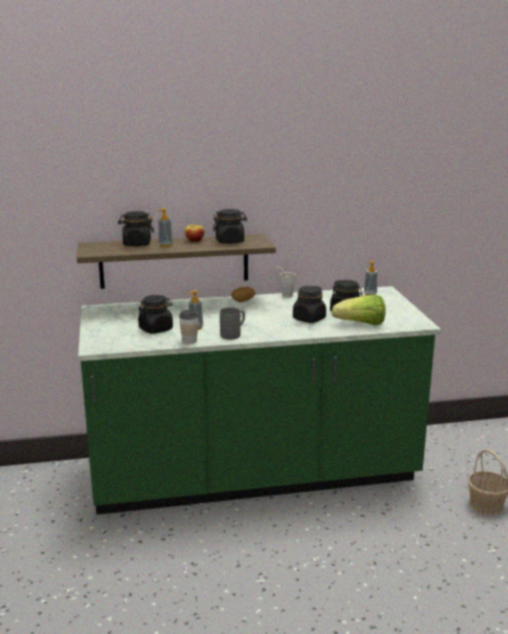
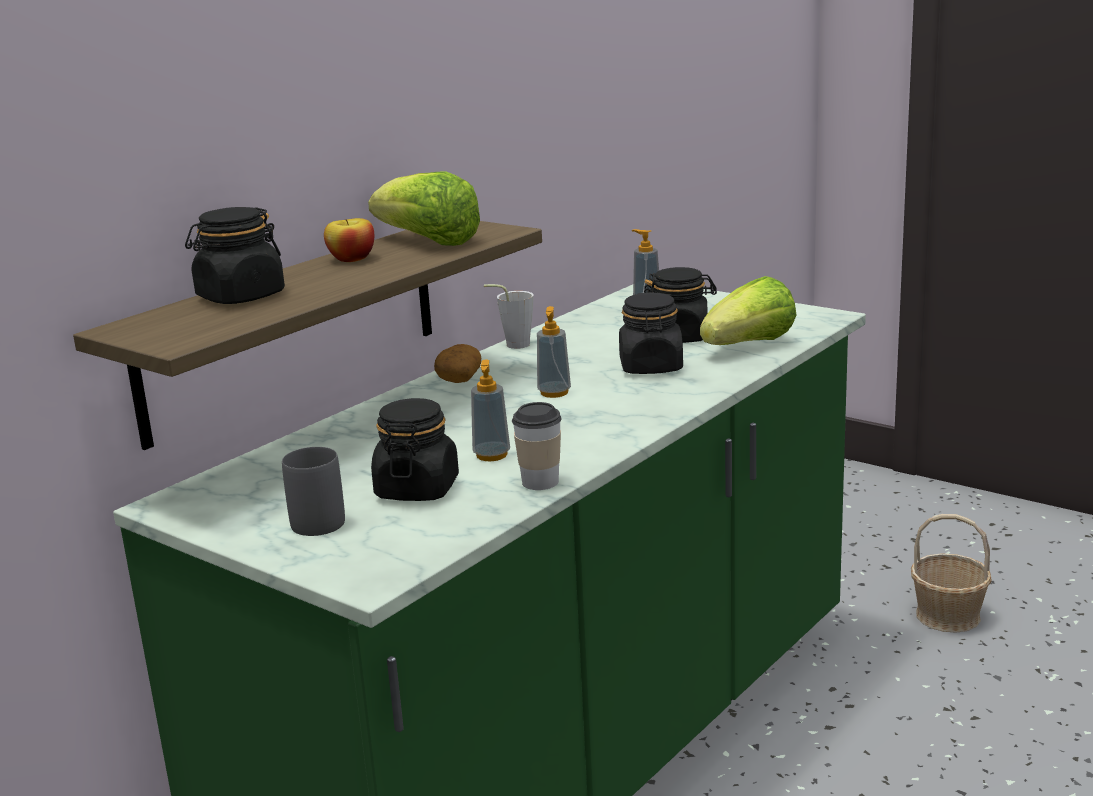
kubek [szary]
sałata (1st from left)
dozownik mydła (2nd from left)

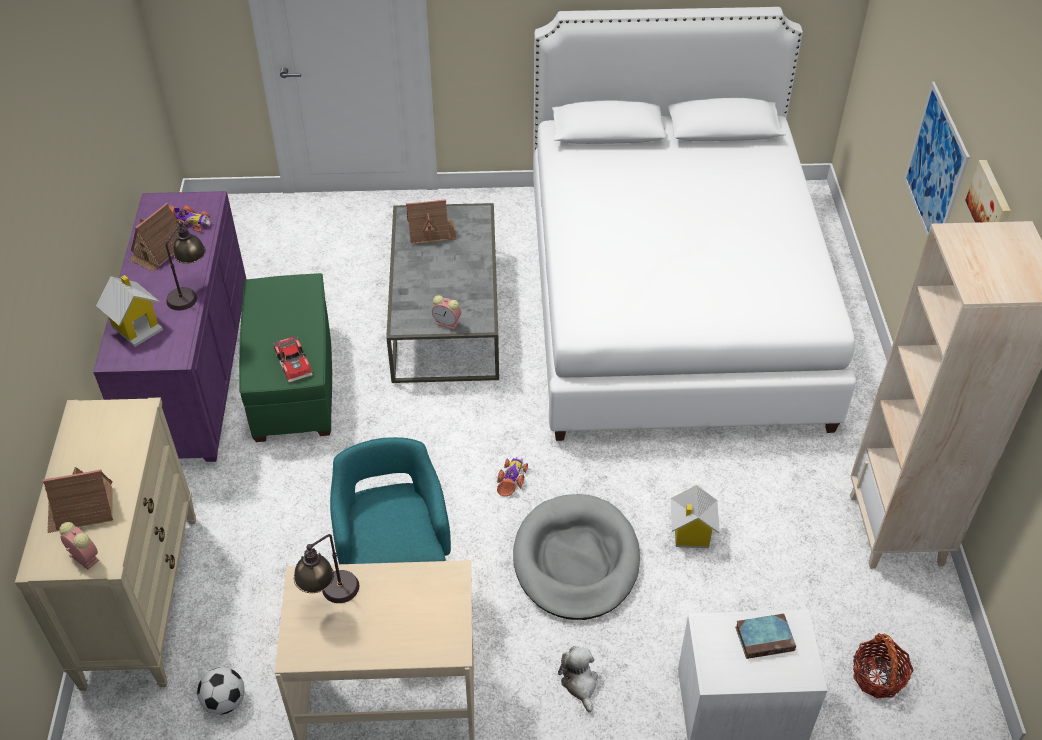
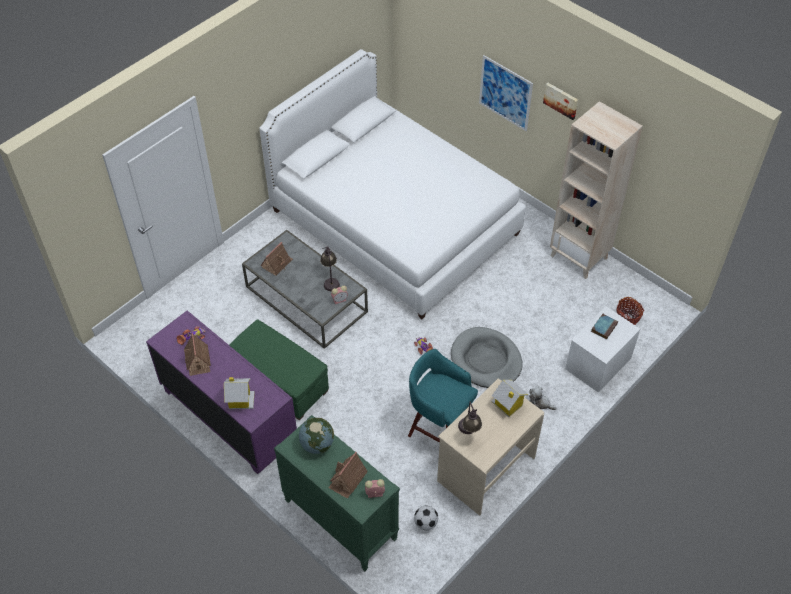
komoda [zielony]
globus
lampa stołowa (1st from left)
domek (5th from left)
samochodzik (2nd from left in the first image)

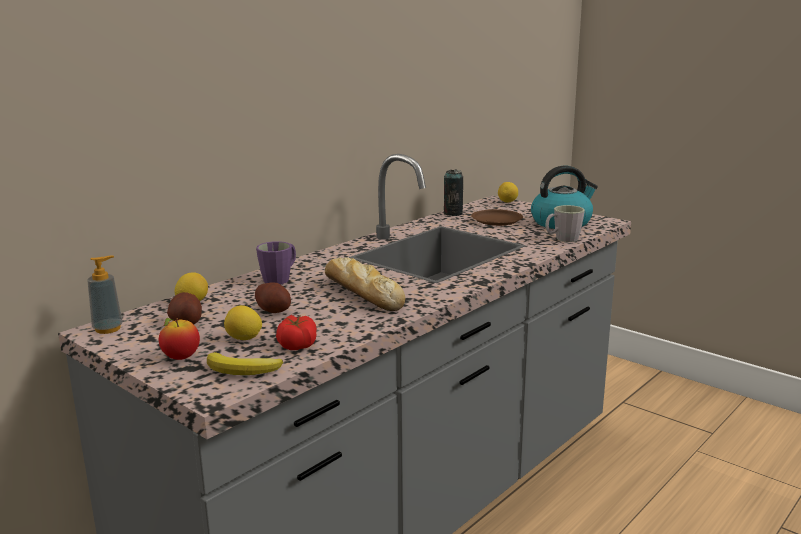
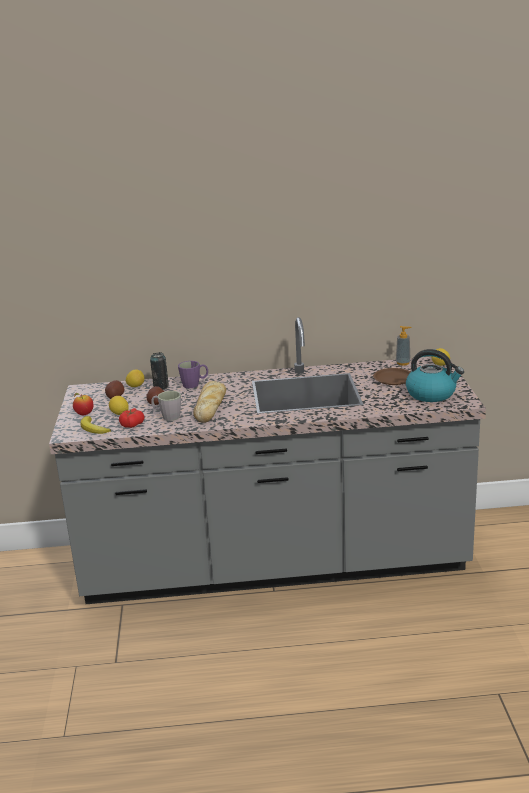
puszka
kubek [szary]
dozownik mydła

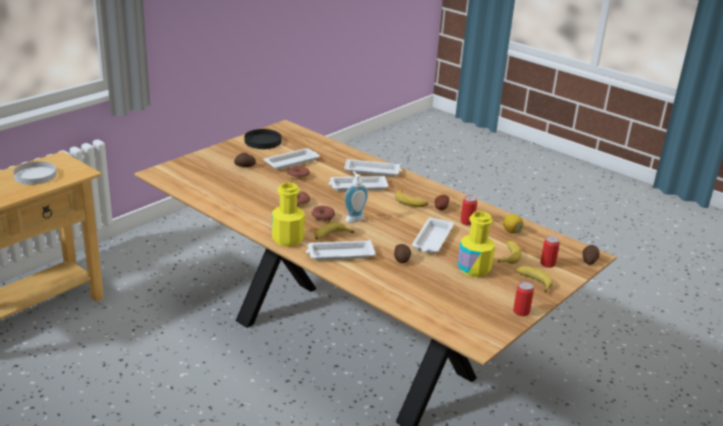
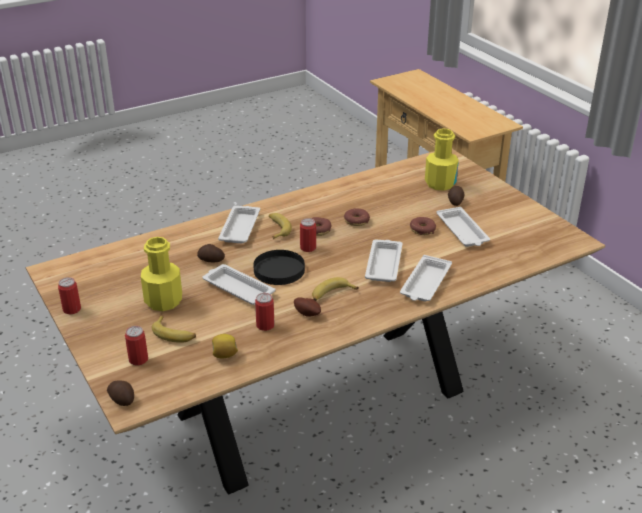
talerz [czarny]
puszka (4th from left)
butelka [żółty] (2nd from left)
talerz [biały]
banan (4th from left in the first image)

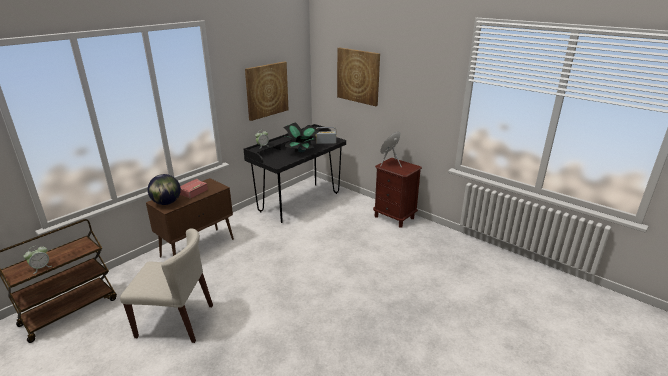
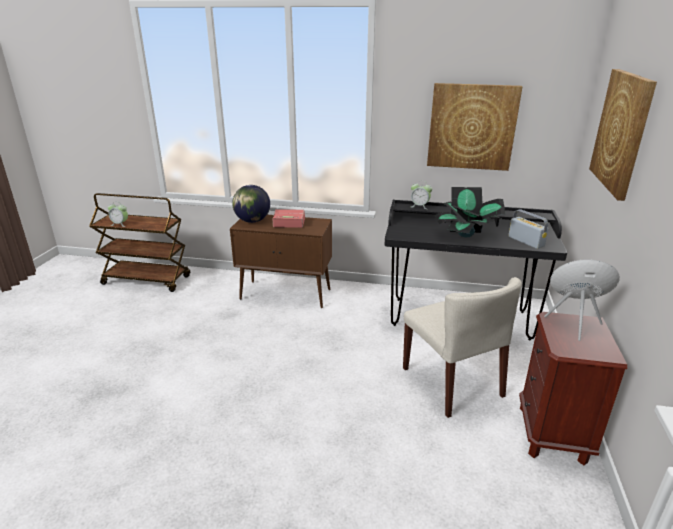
krzesło [beżowy]

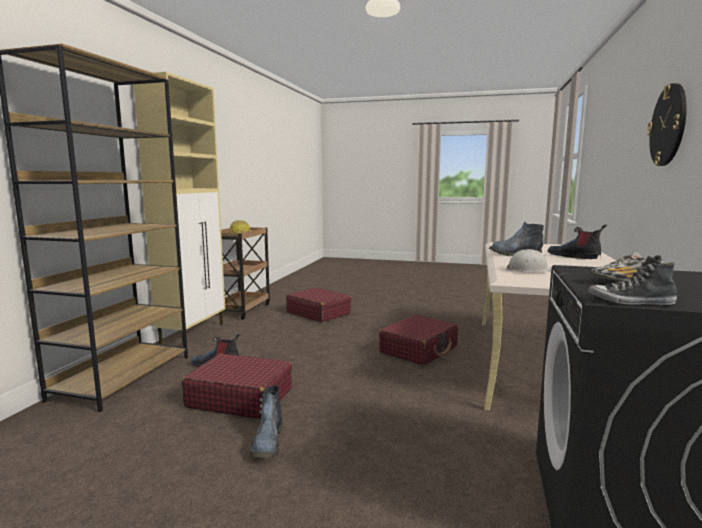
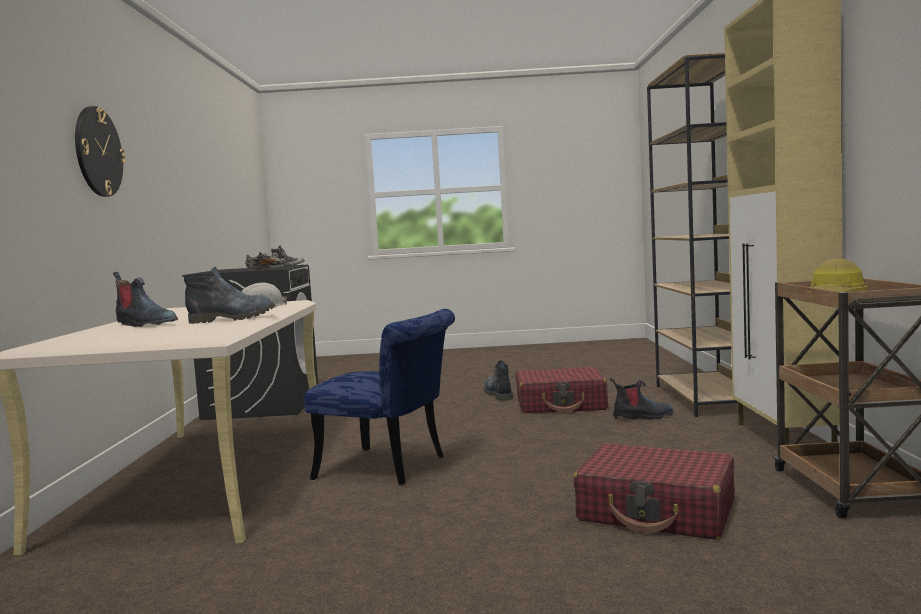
krzesło [niebieski]

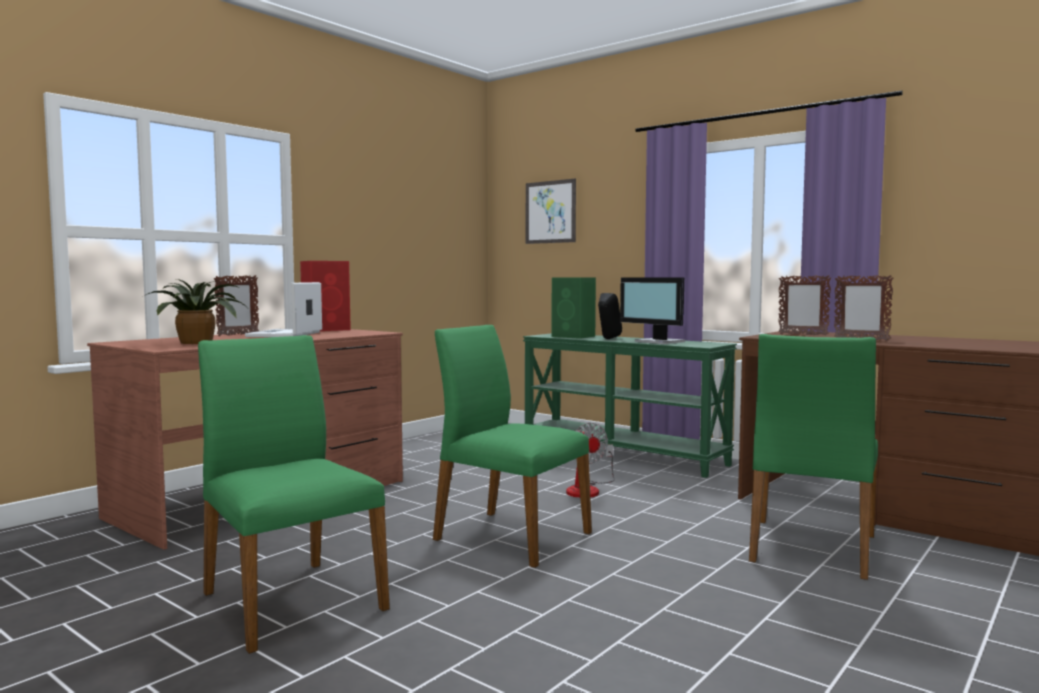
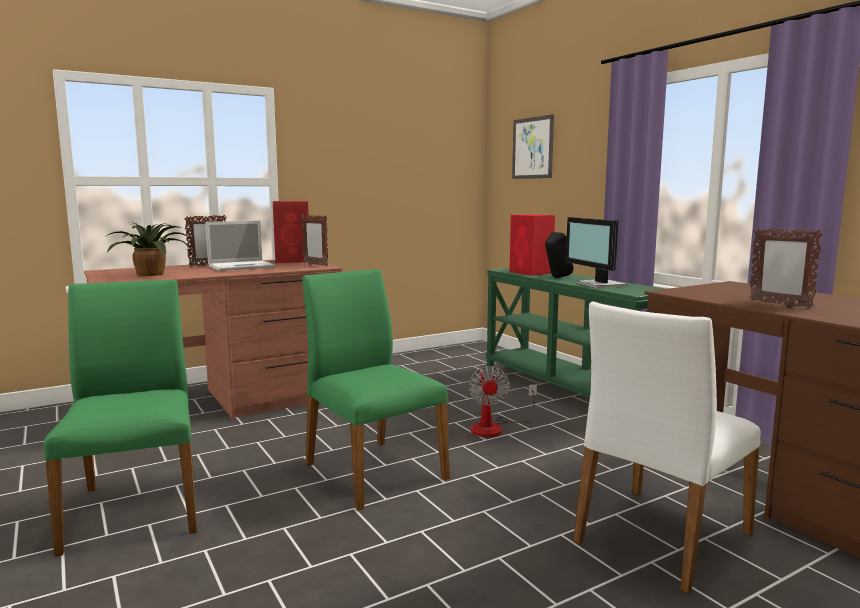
laptop
ramka na zdjęcie (2nd from left)
głośnik [czerwony] (2nd from left)
krzesło [biały]

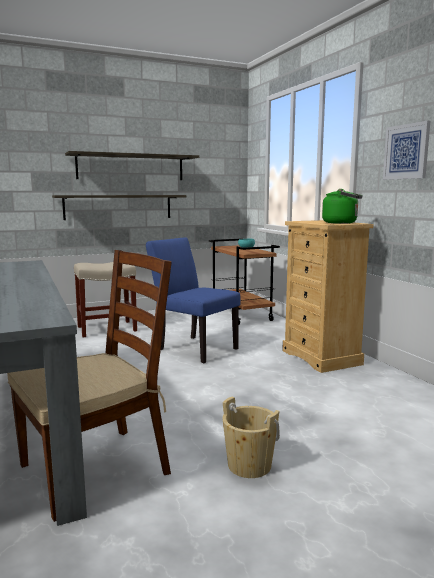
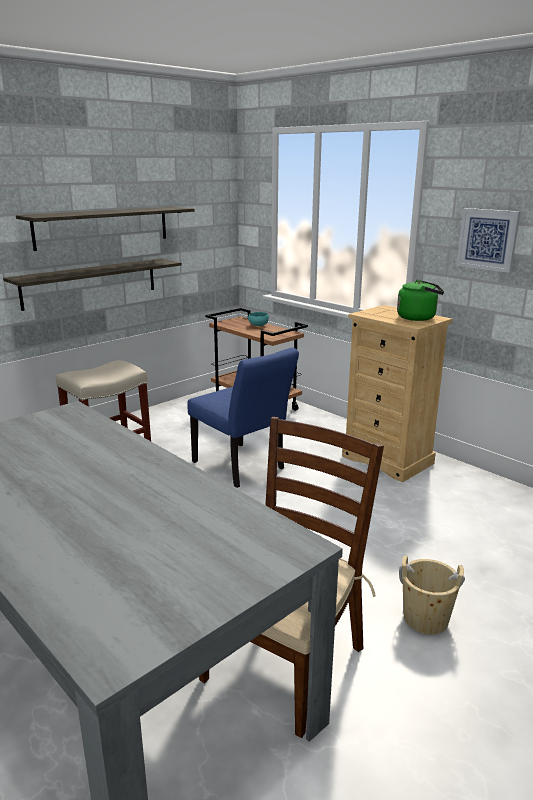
krzesło [niebieski]

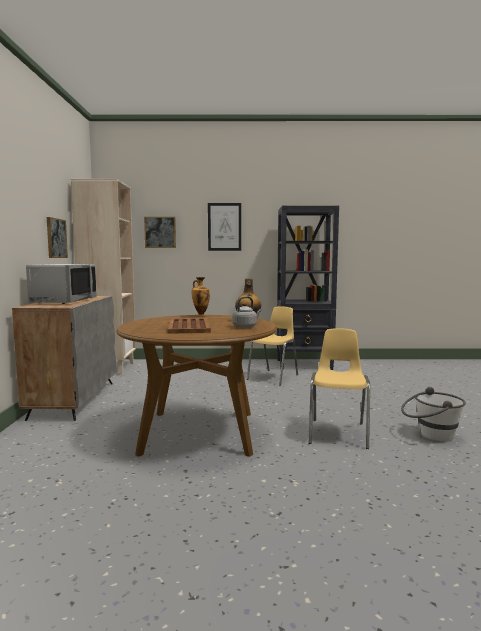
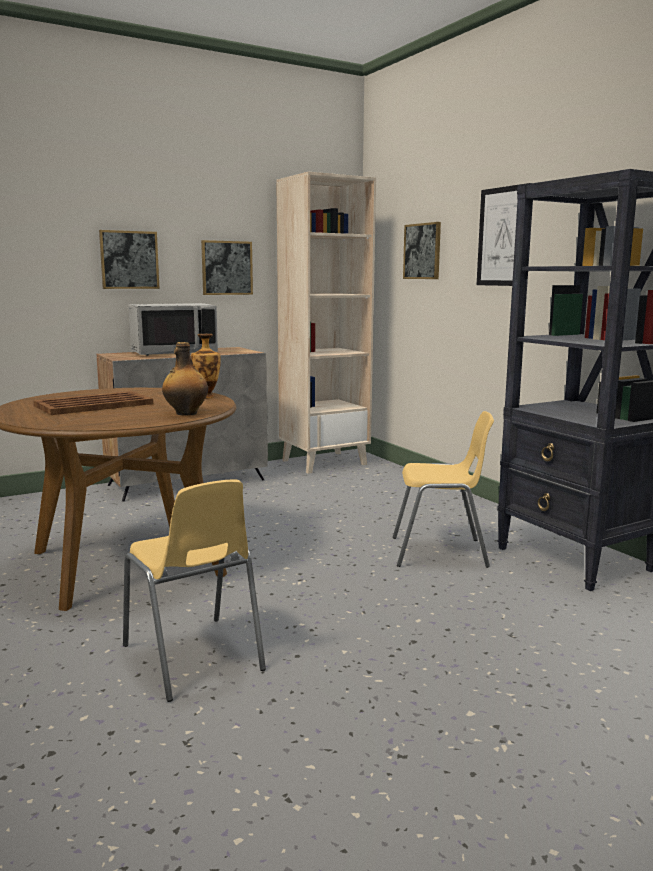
obraz (1st from left)
krzesło [żółty] (1st from left)
czajnik [szary]
wiadro [biały]

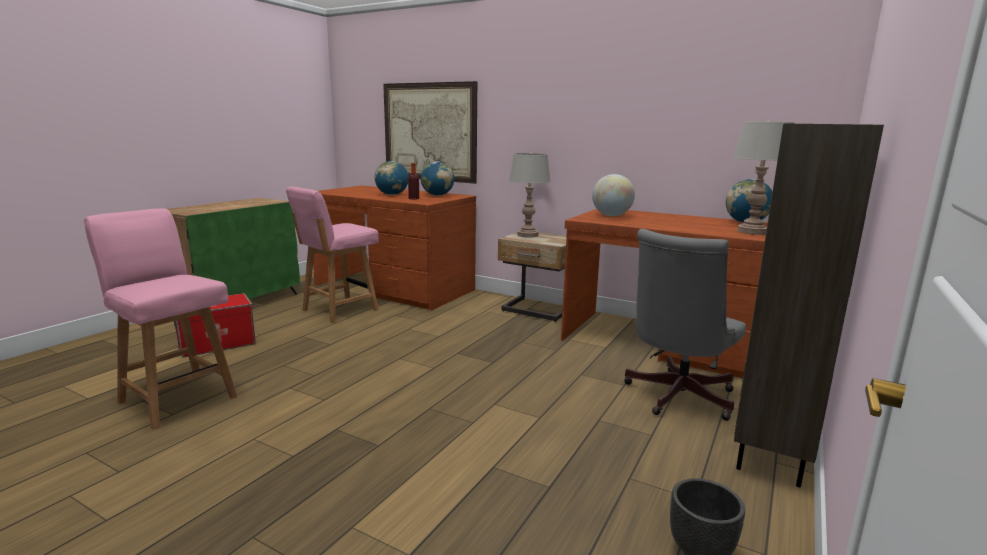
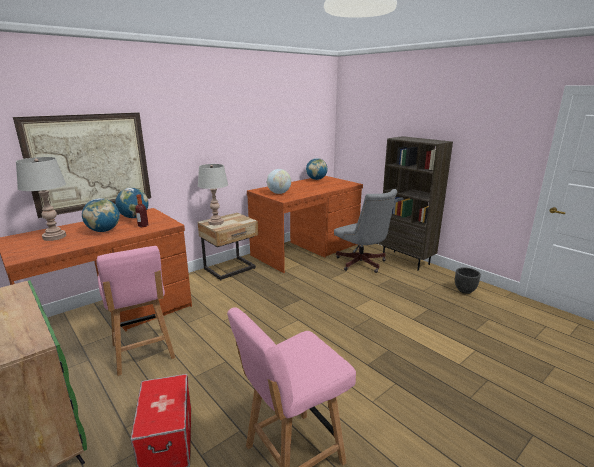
lampa stołowa [szary] (1st from left)

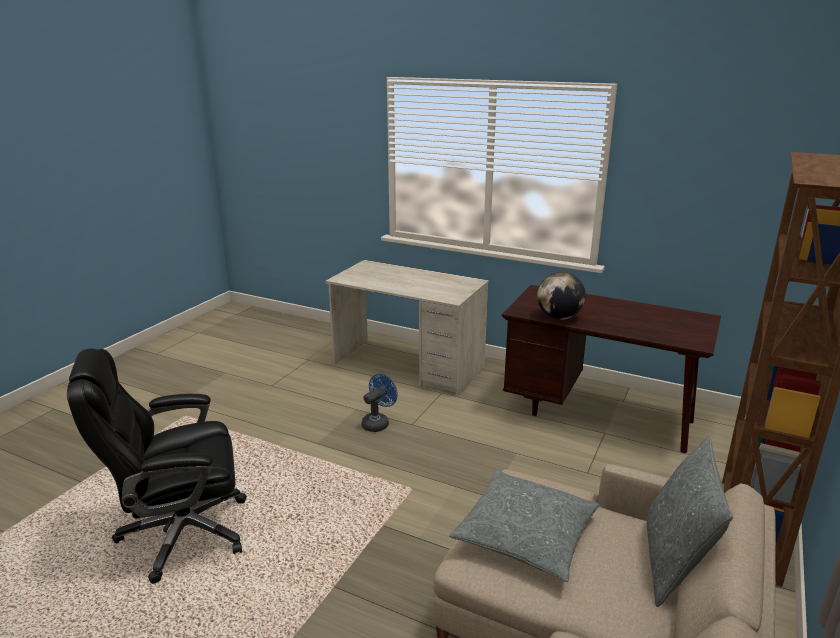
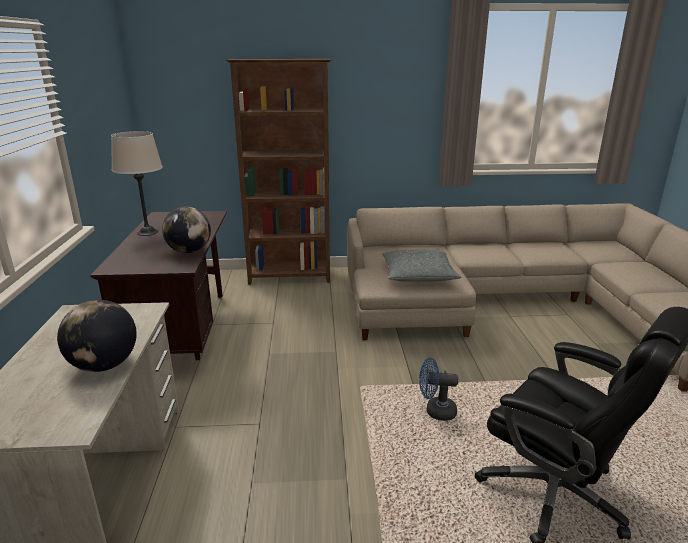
globus (1st from left)
lampa stołowa [beżowy]
wentylator [niebieski]
poduszka [szary] (2nd from left in the first image)

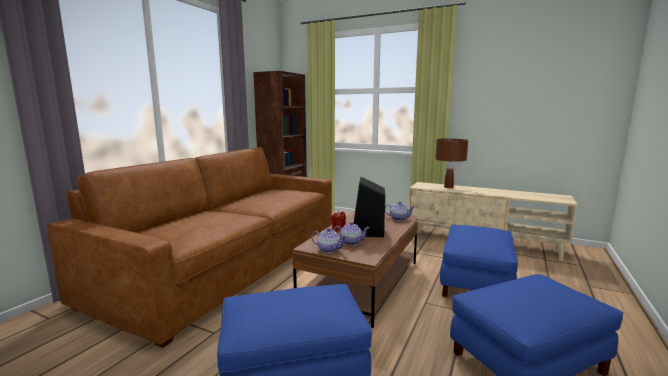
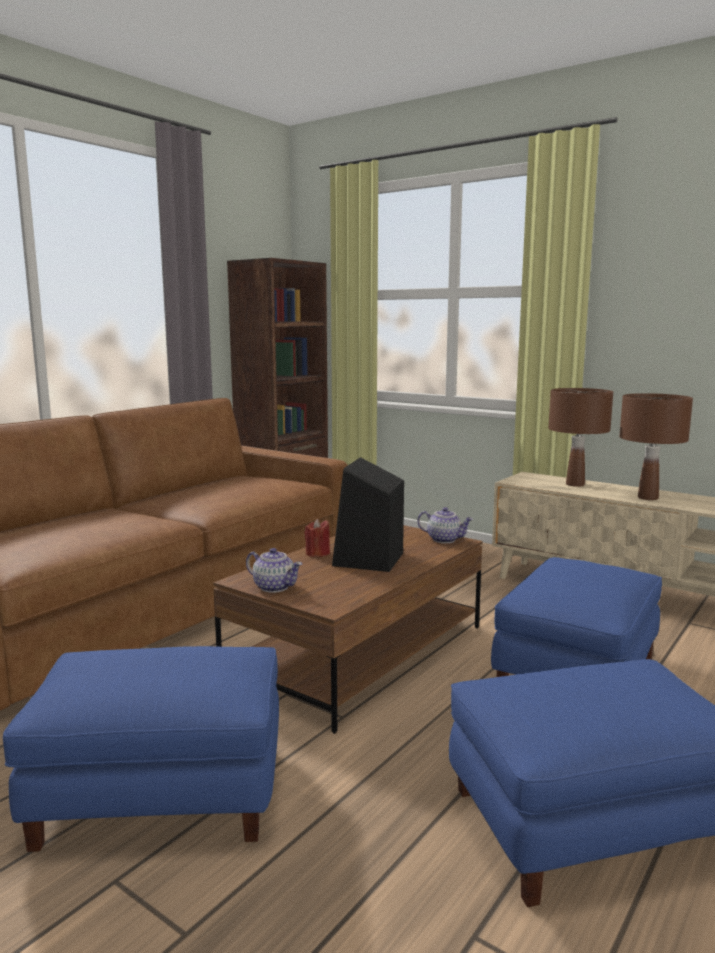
lampa stołowa [brązowy] (2nd from left)
imbryk (2nd from left in the first image)

